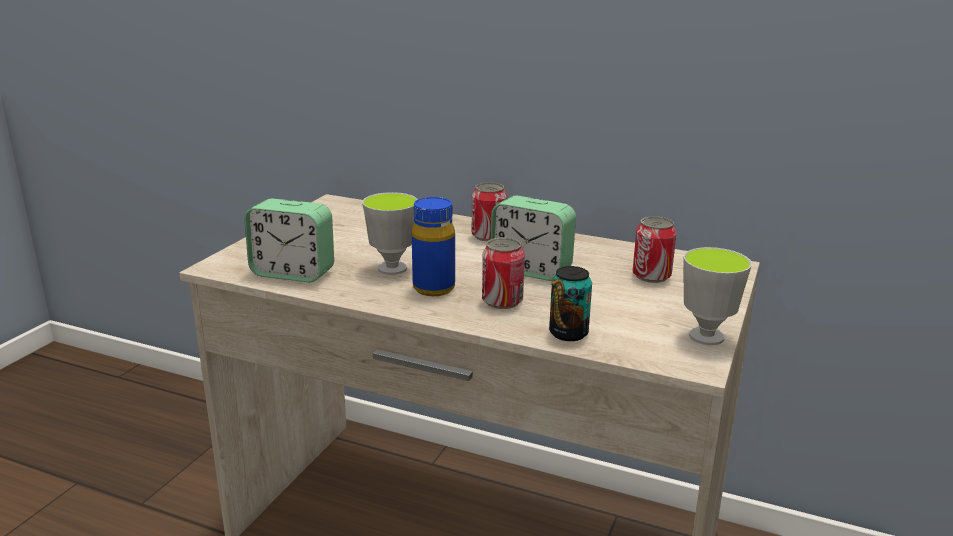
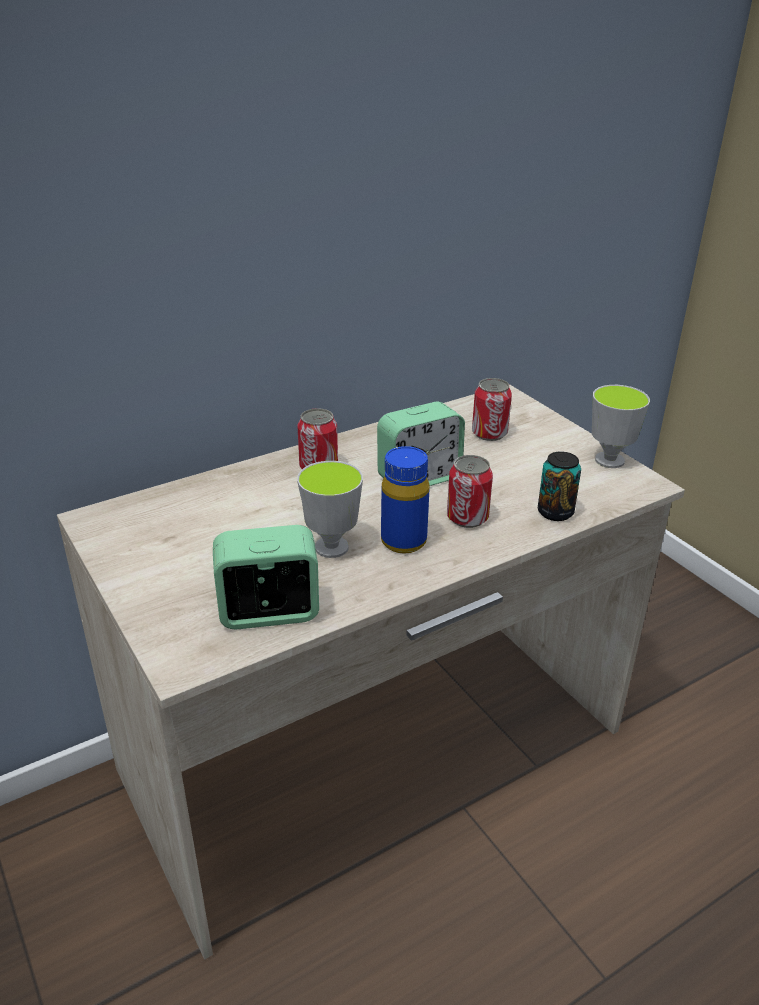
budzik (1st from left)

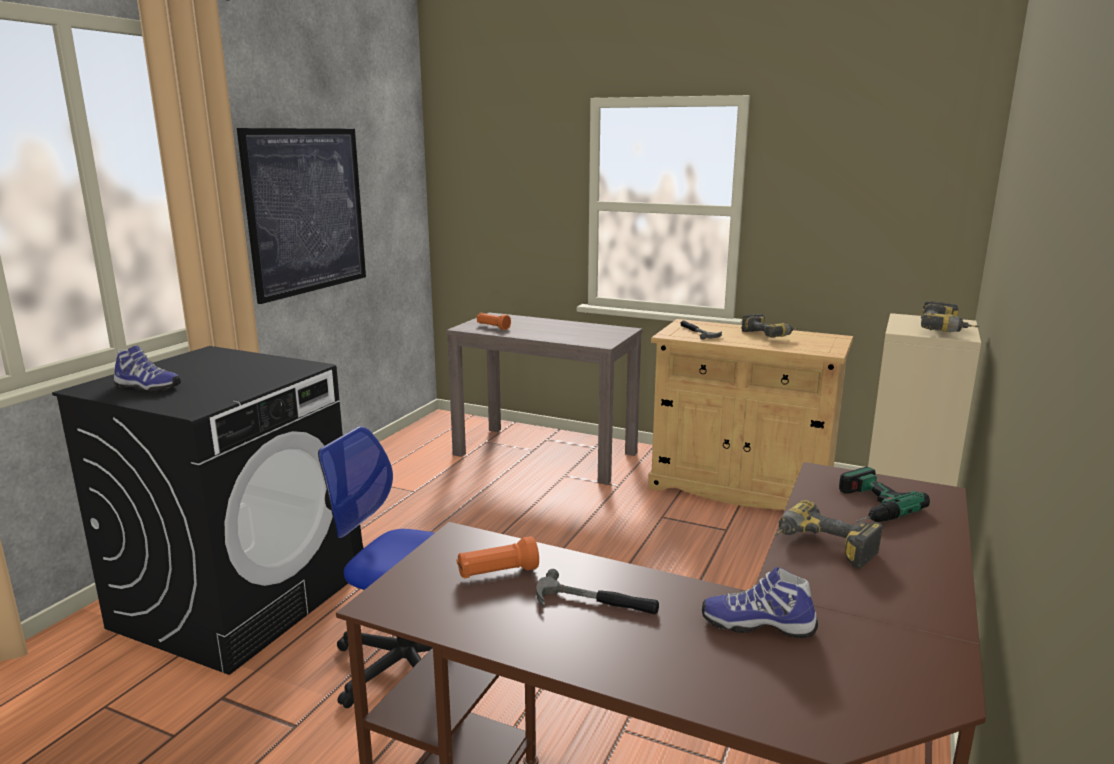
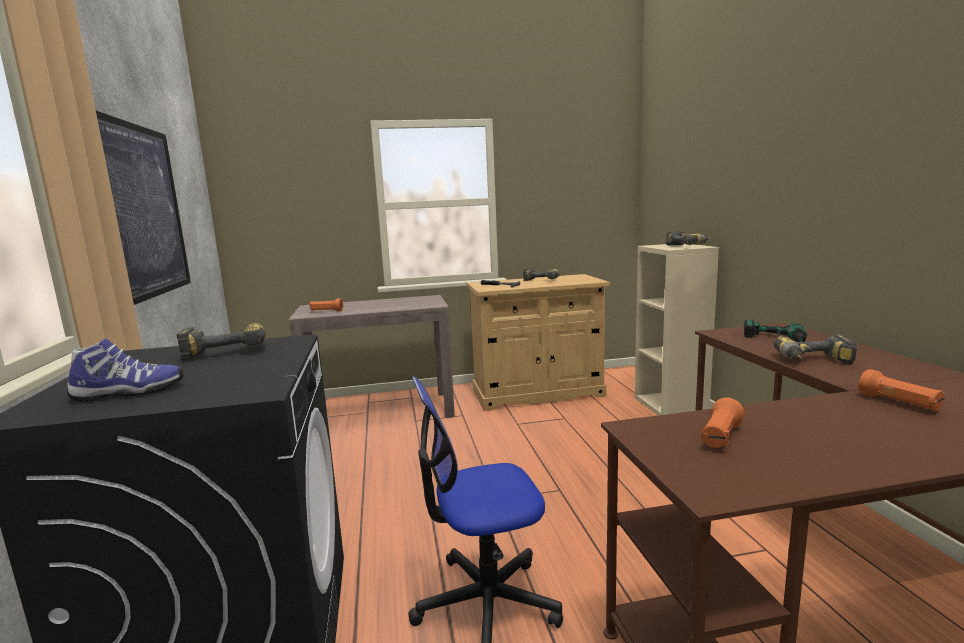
wiertarka (1st from left)
latarka [pomarańczowy] (3rd from left)
młotek (1st from left in the first image)

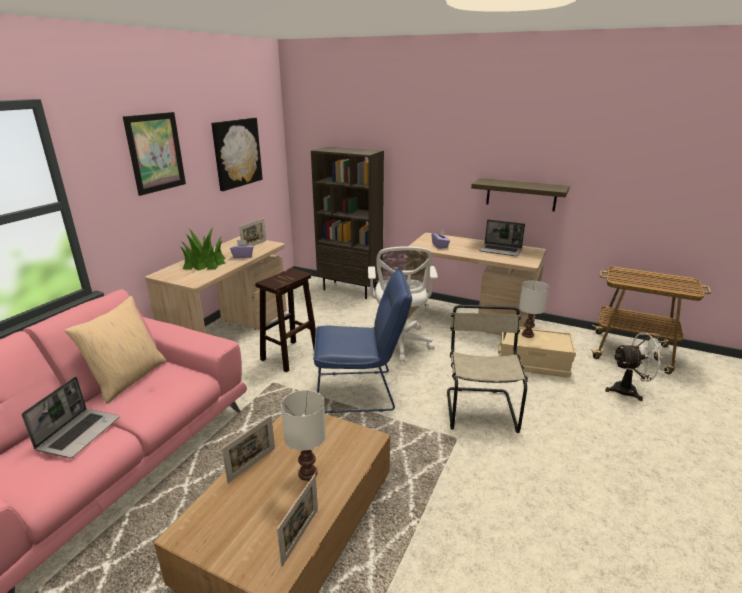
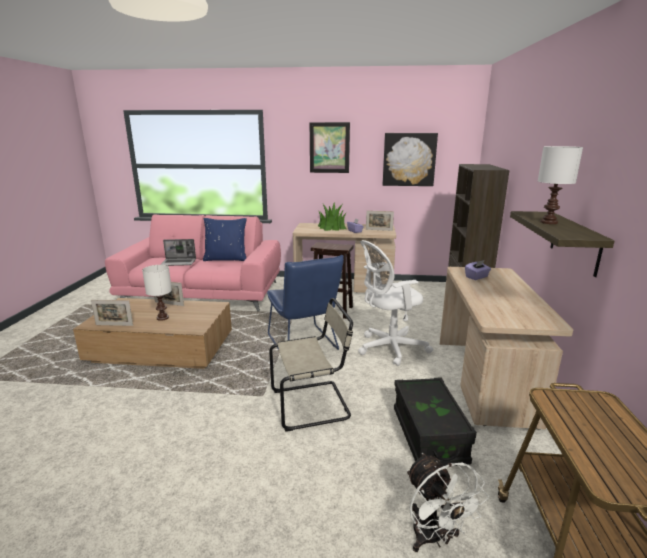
poduszka [niebieski]
pojemnik do przechowywania [czarny]
lampa stołowa [biały] (2nd from left)
laptop (2nd from left in the first image)

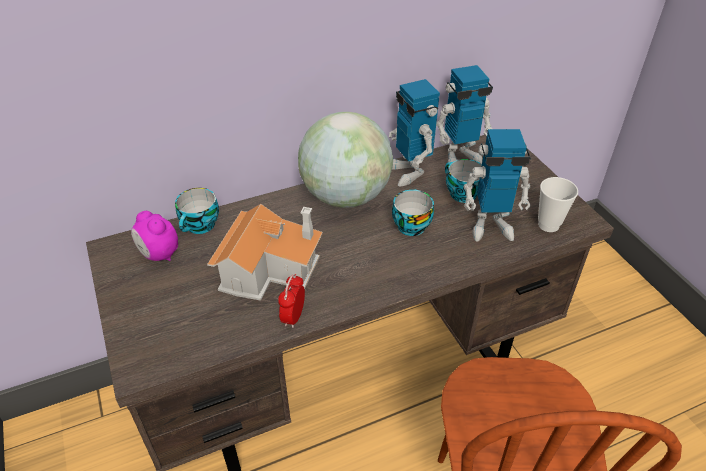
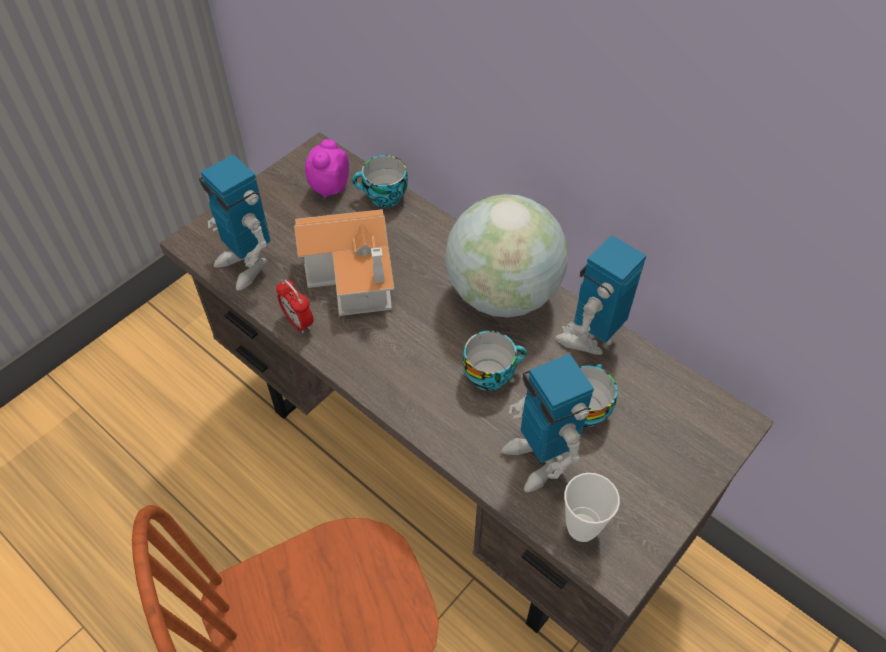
robot zabawkowy (1st from left)
budzik (1st from left)

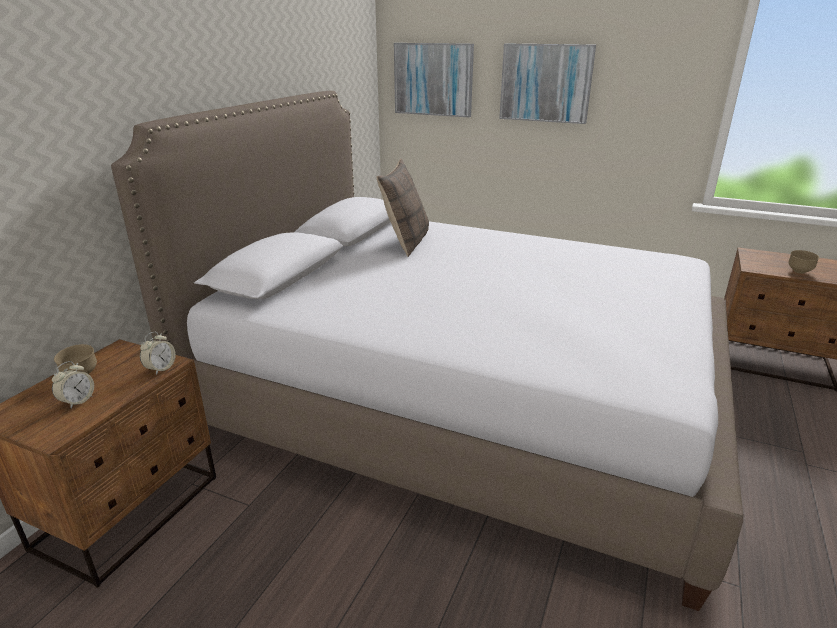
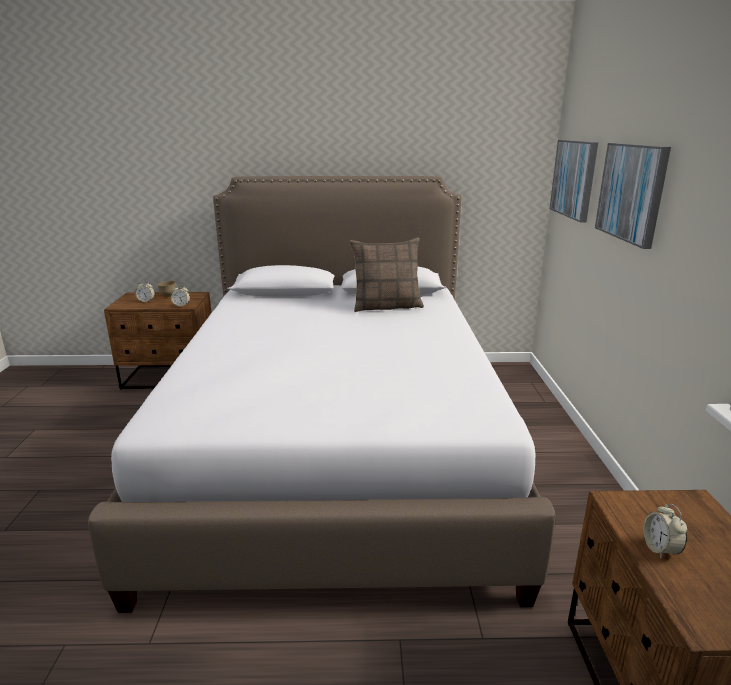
budzik (3rd from left)

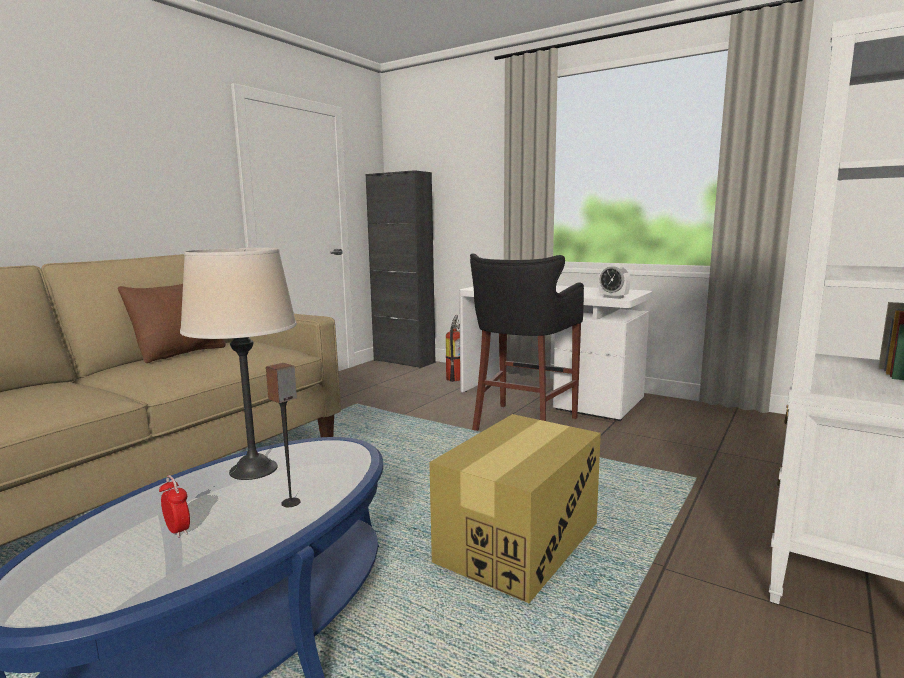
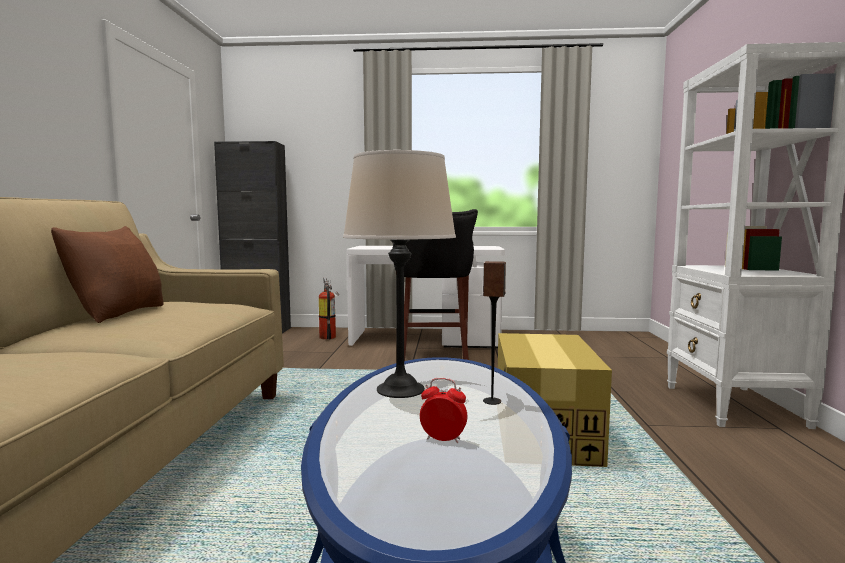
budzik (2nd from left in the first image)

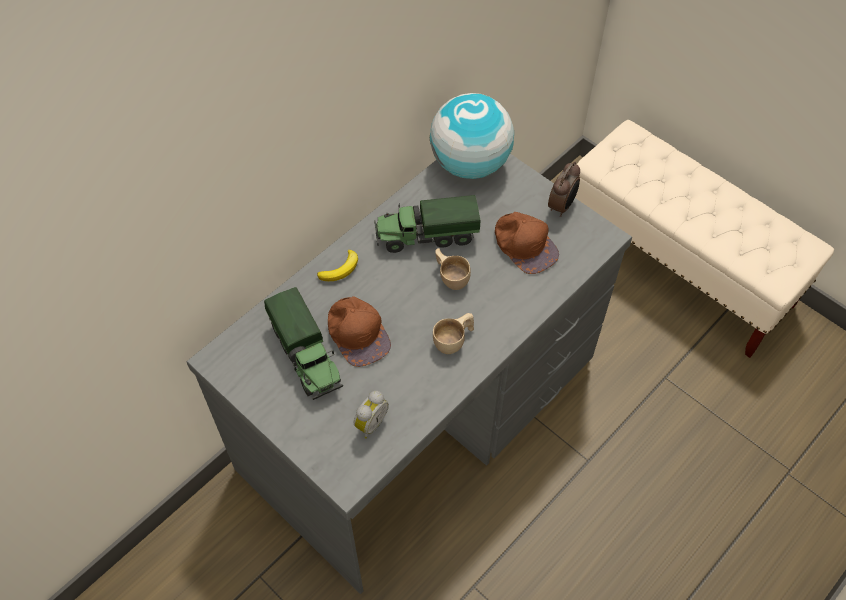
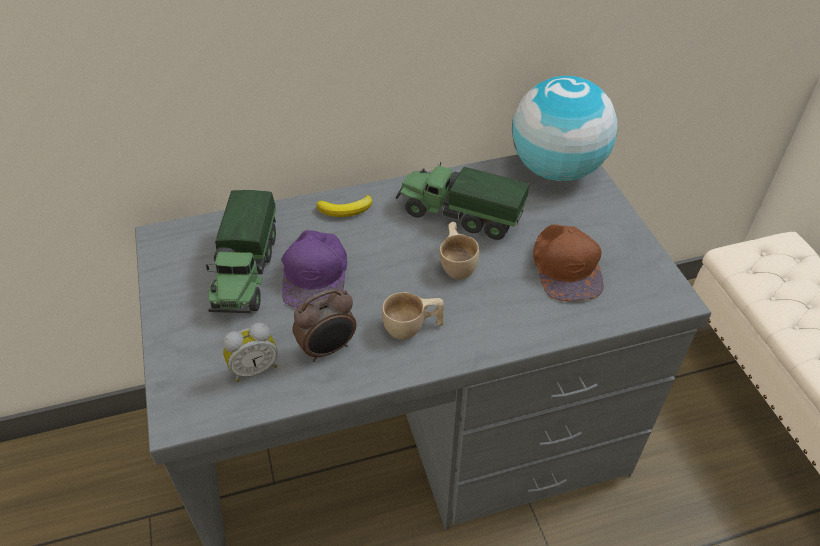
czapka z daszkiem [fioletowy]
budzik (2nd from left)

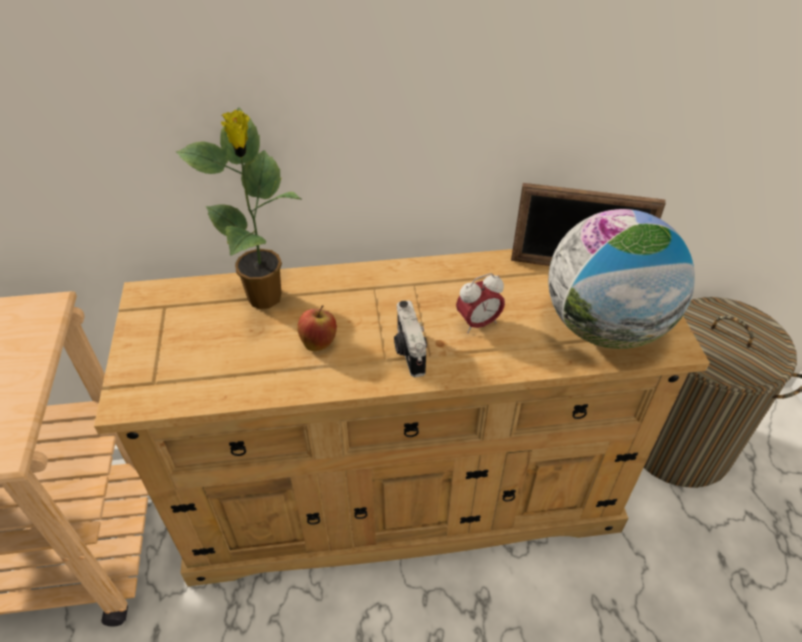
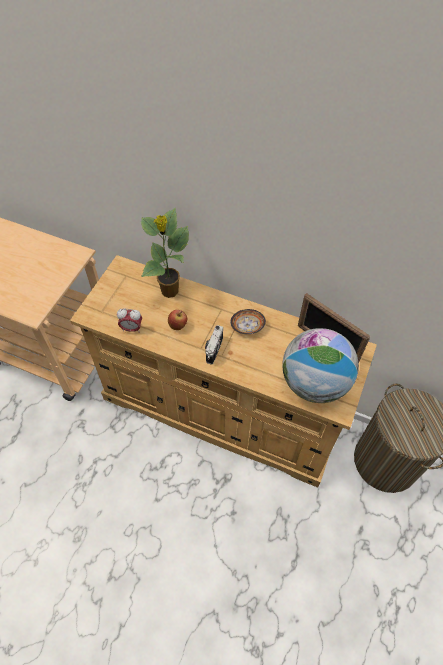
budzik
miska

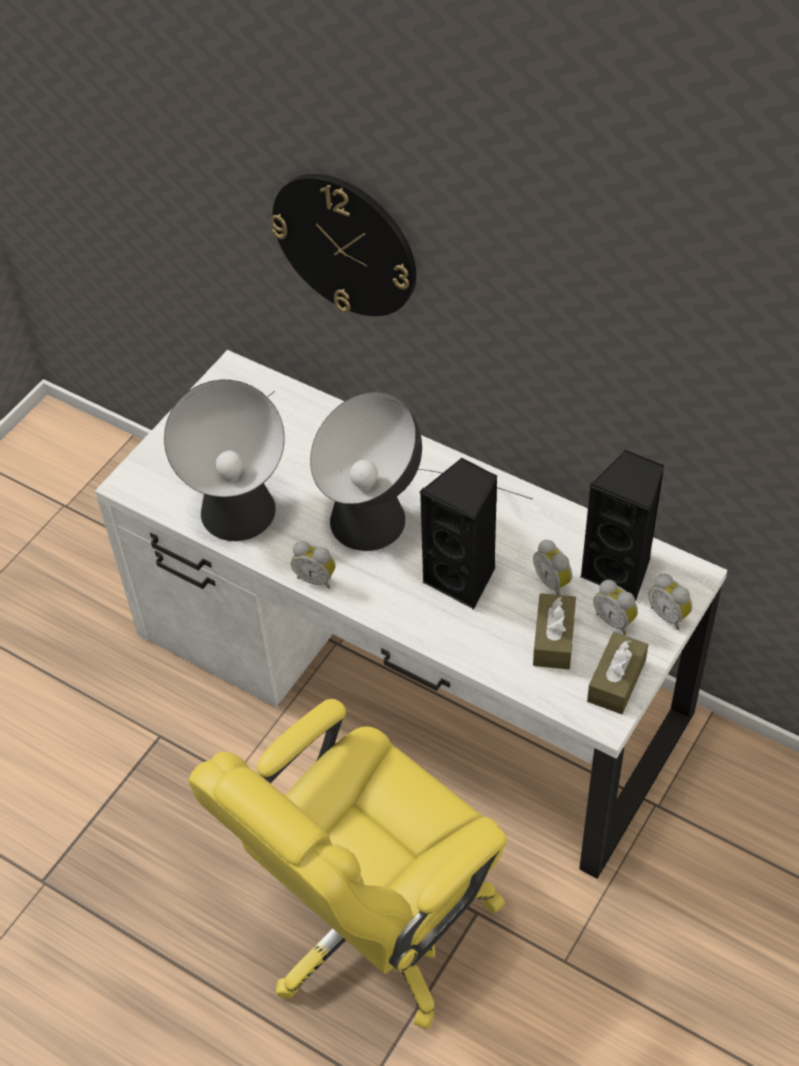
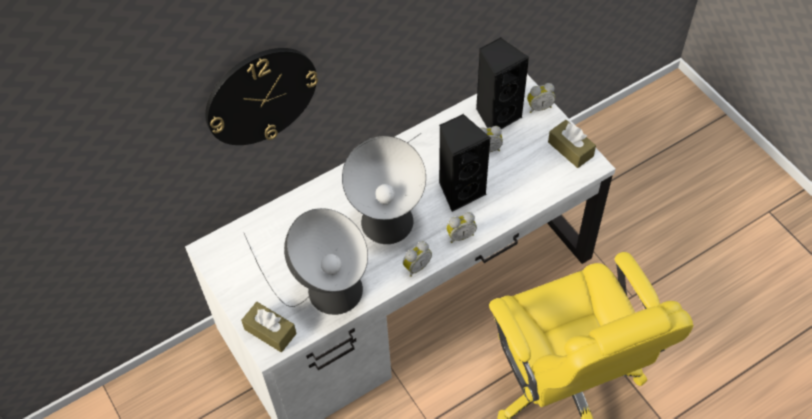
pudełko chusteczek [brązowy] (1st from left)
budzik (2nd from left)

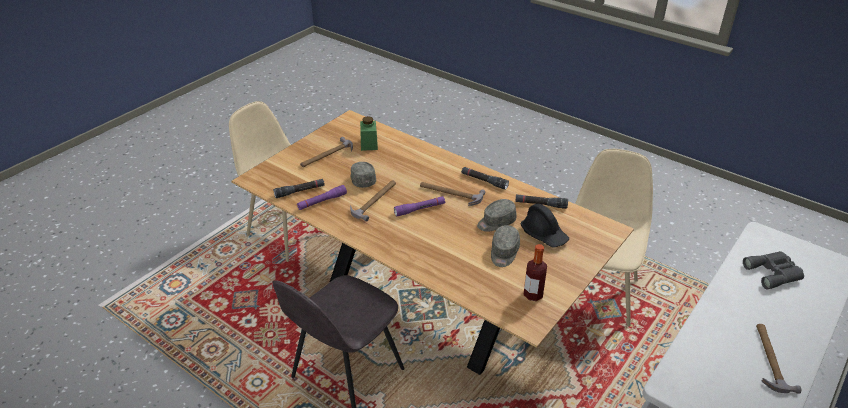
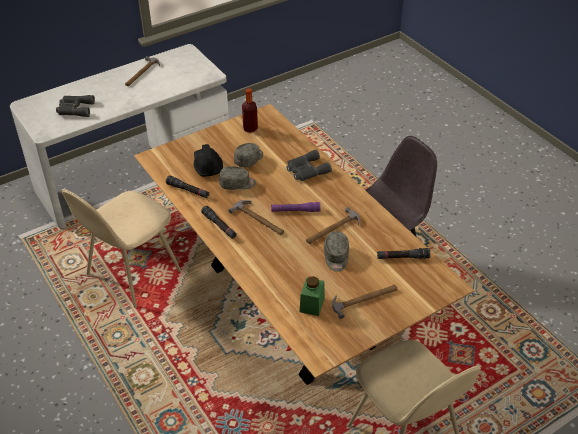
lornetka [szary] (2nd from left)
latarka [fioletowy] (1st from left in the first image)

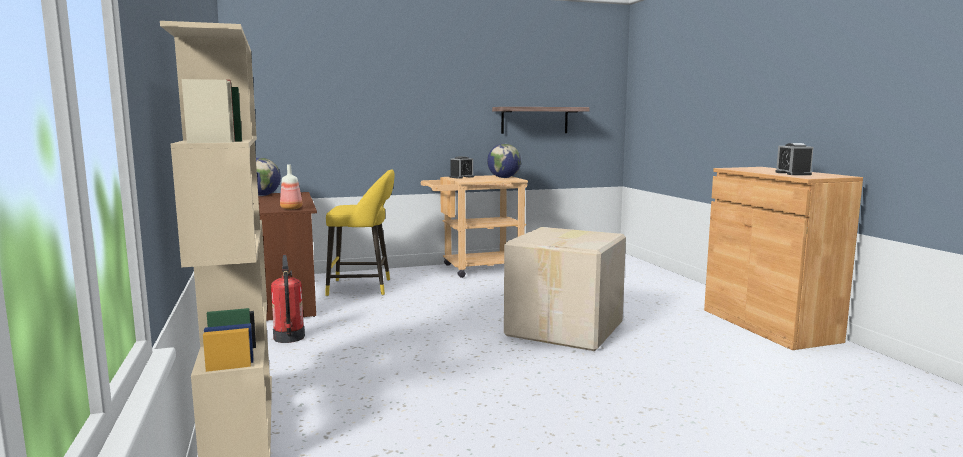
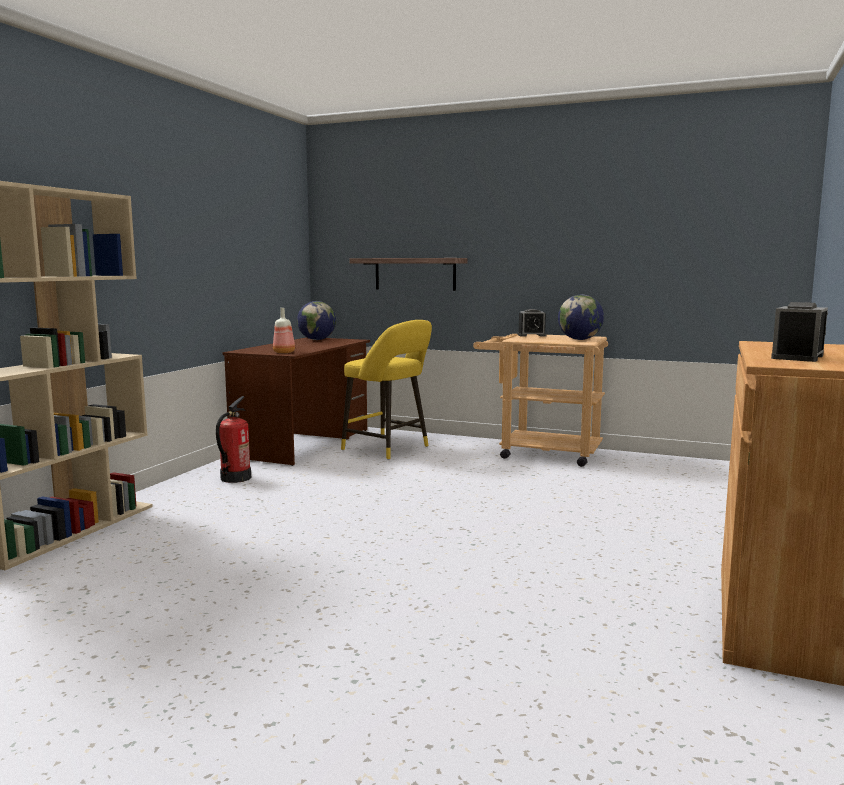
półka
karton

